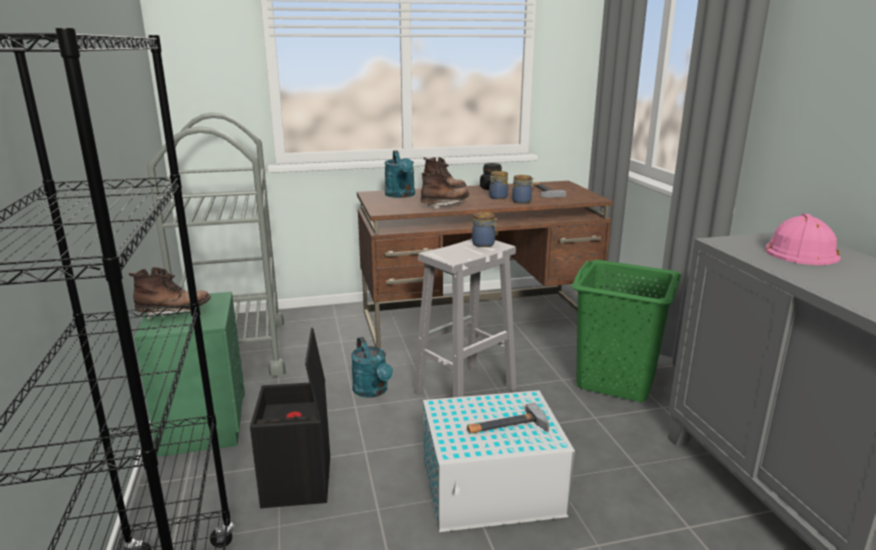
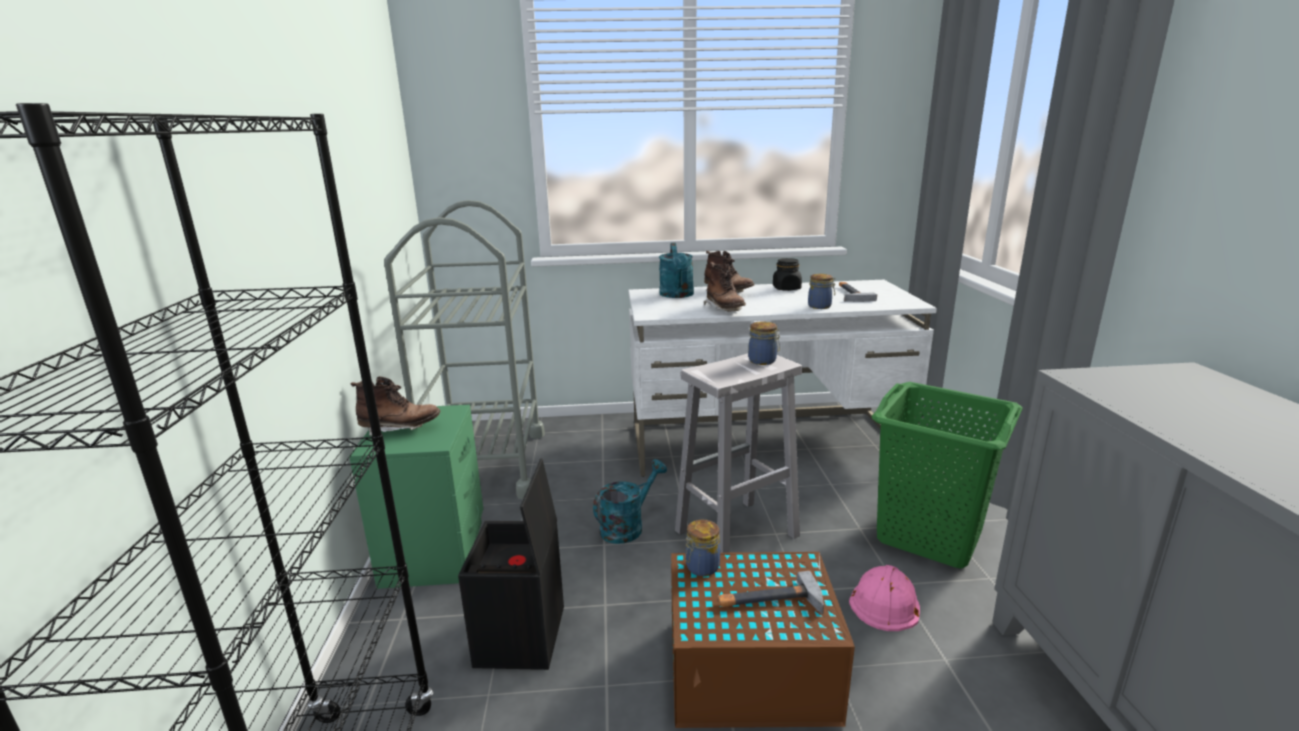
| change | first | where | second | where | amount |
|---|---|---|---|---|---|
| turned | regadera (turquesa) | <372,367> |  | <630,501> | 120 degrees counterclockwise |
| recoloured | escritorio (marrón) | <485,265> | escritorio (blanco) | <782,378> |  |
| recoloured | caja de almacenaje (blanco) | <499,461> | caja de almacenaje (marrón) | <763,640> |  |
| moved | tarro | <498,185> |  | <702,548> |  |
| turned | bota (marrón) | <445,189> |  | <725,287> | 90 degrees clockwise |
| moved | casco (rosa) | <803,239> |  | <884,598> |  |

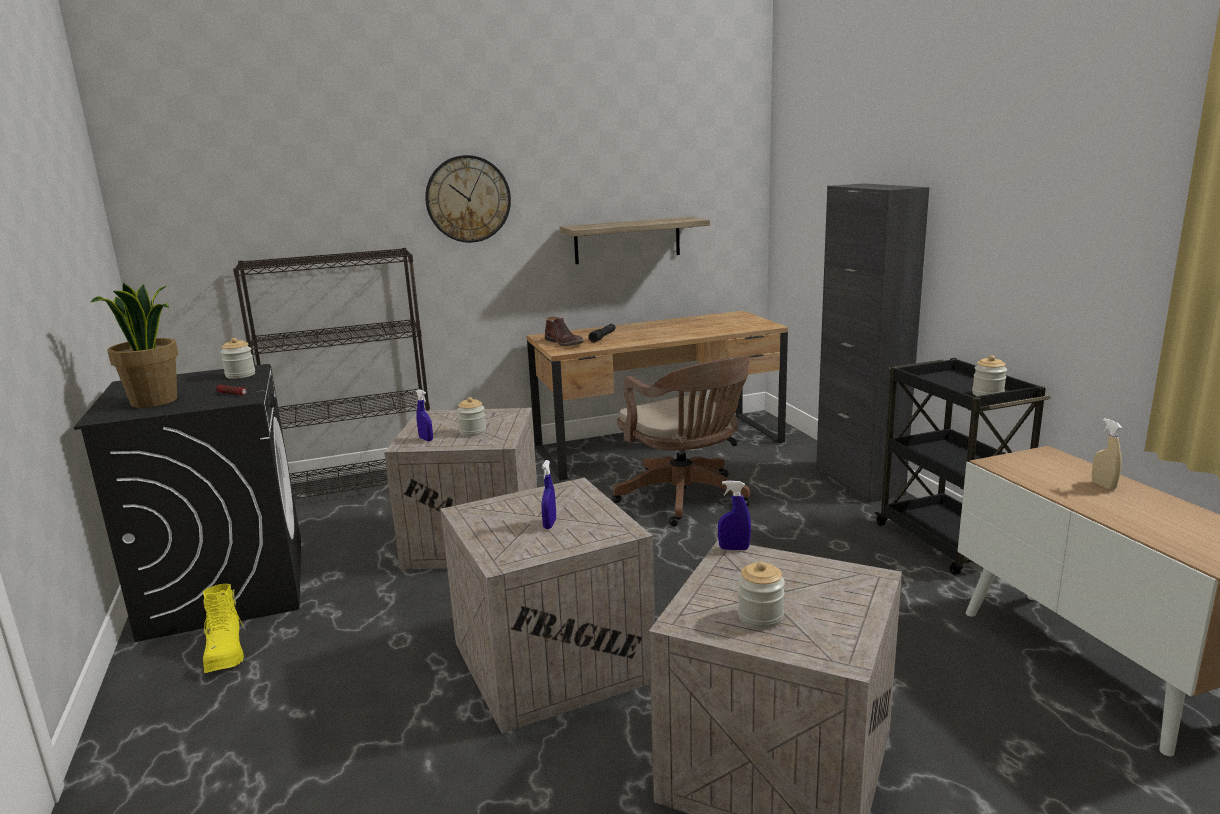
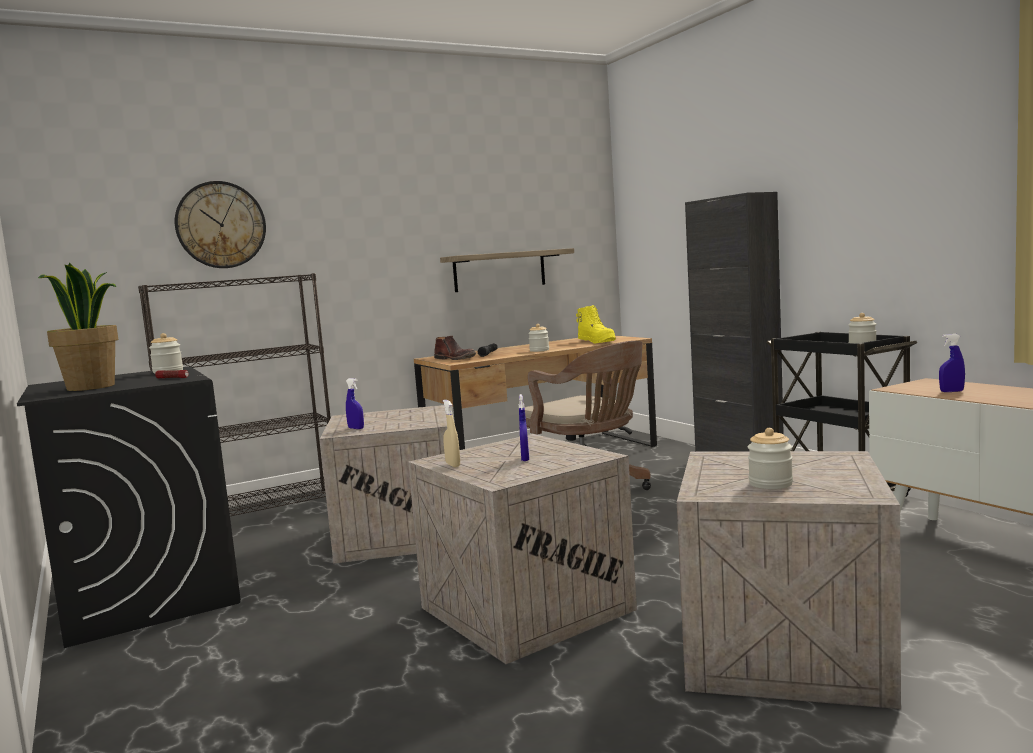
| change | first | where | second | where | amount |
|---|---|---|---|---|---|
| moved | reloj de pared | <468,199> |  | <220,224> |  |
| moved | pulverizador (beis) | <1107,454> |  | <451,433> |  |
| moved | tarro | <471,416> |  | <538,338> |  |
| moved | bota (amarillo) | <224,628> |  | <596,324> |  |
| moved | pulverizador (azul) | <734,515> |  | <952,363> |  |

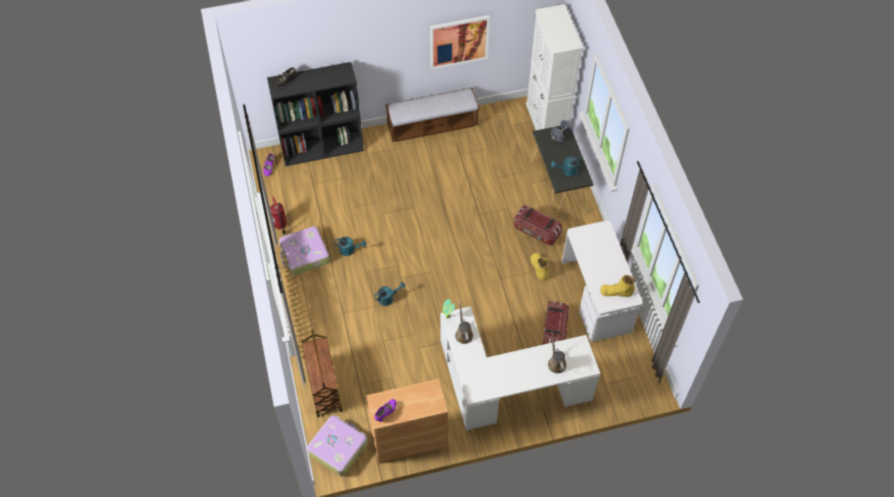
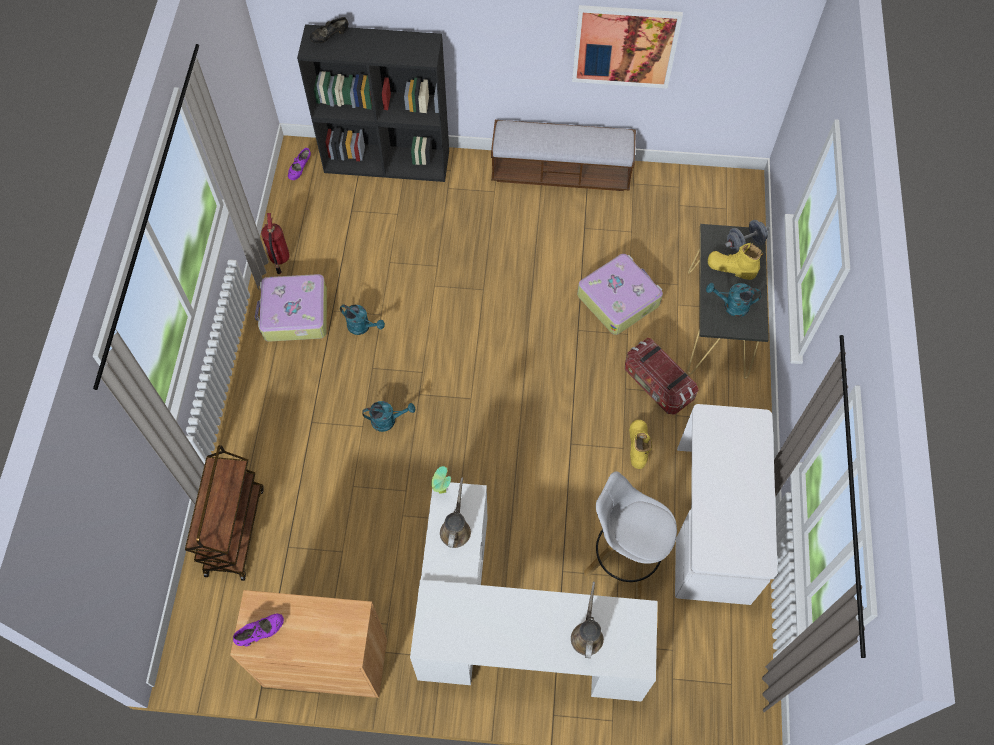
| change | first | where | second | where | amount |
|---|---|---|---|---|---|
| moved | maleta | <337,445> |  | <620,294> |  |
| replaced | caja de almacenaje | <556,323> | taburete (blanco) | <630,535> |  |
| moved | bota (amarillo) | <618,286> |  | <735,261> |  |
| removed | armario (blanco) | <554,67> |  |  |  |

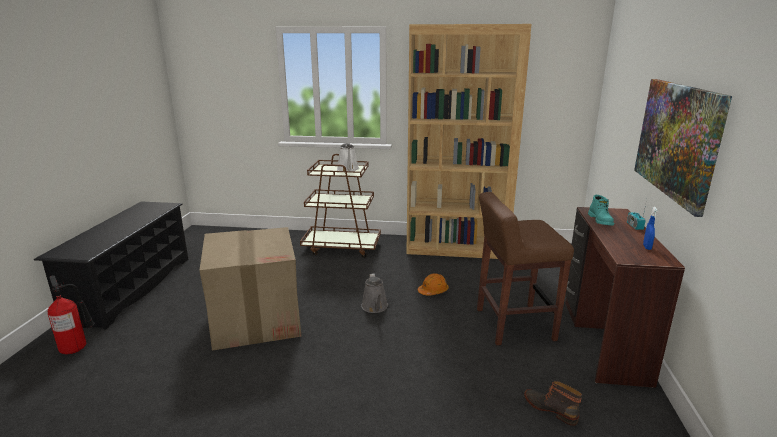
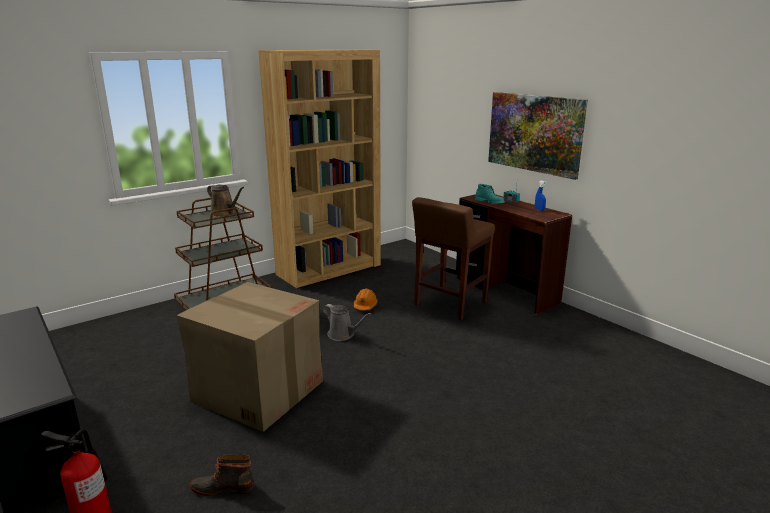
| change | first | where | second | where | amount |
|---|---|---|---|---|---|
| moved | bota | <553,403> |  | <222,475> |  |
| recoloured | regadera (blanco) | <348,157> | regadera (marrón) | <225,200> |  |

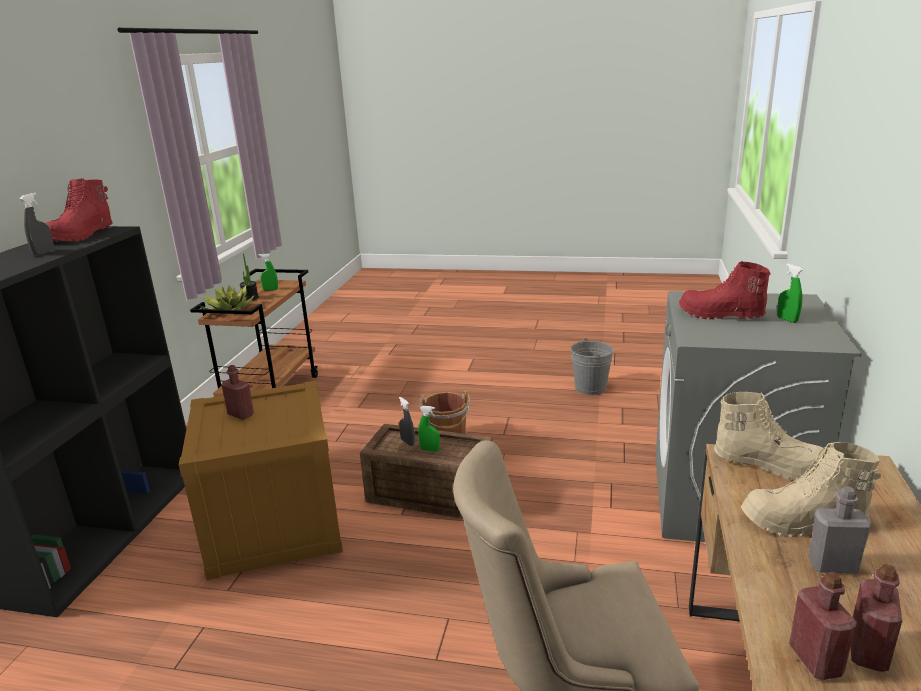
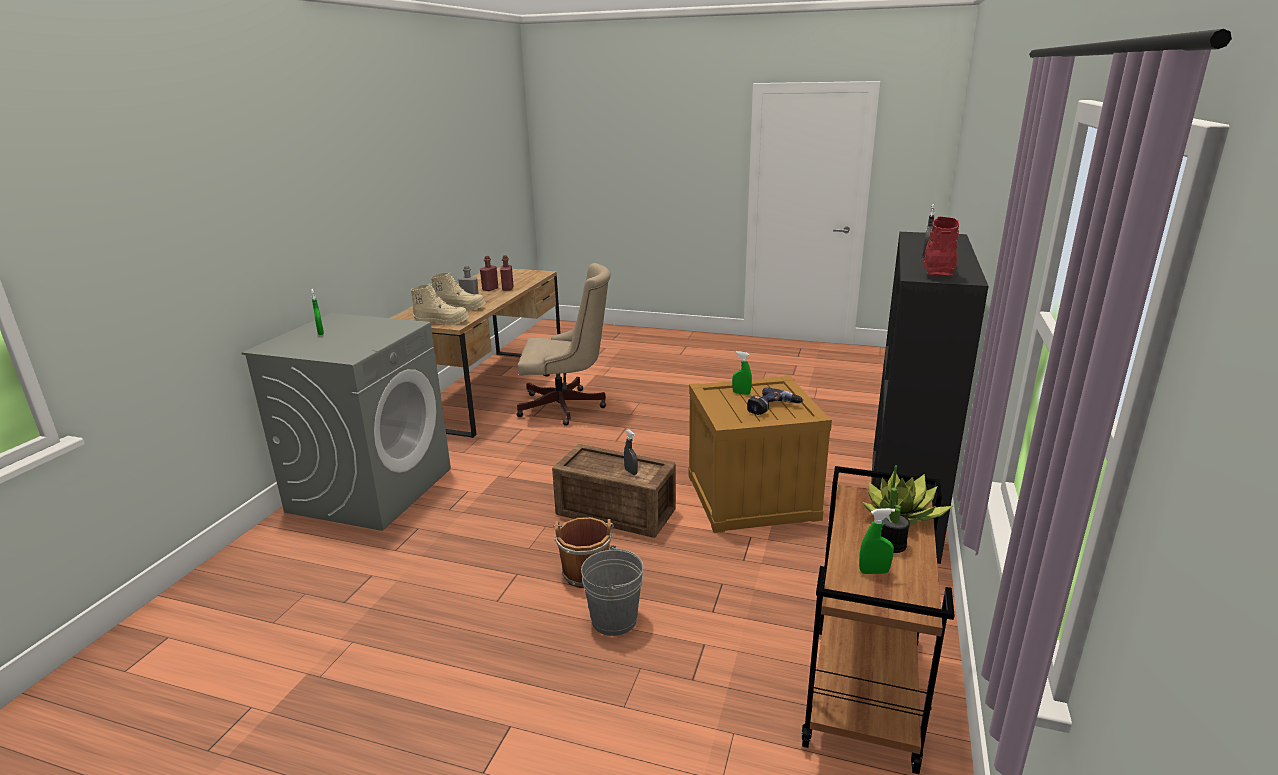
| change | first | where | second | where | amount |
|---|---|---|---|---|---|
| turned | bota (beis) | <769,436> |  | <439,305> | 150 degrees clockwise |
| moved | cubo (gris) | <592,366> |  | <612,590> |  |
| moved | pulverizador (verde) | <429,429> |  | <742,373> |  |
| replaced | botella (rojo) | <238,392> | taladro | <775,401> |  |
| removed | bota (rojo) | <725,290> |  |  |  |

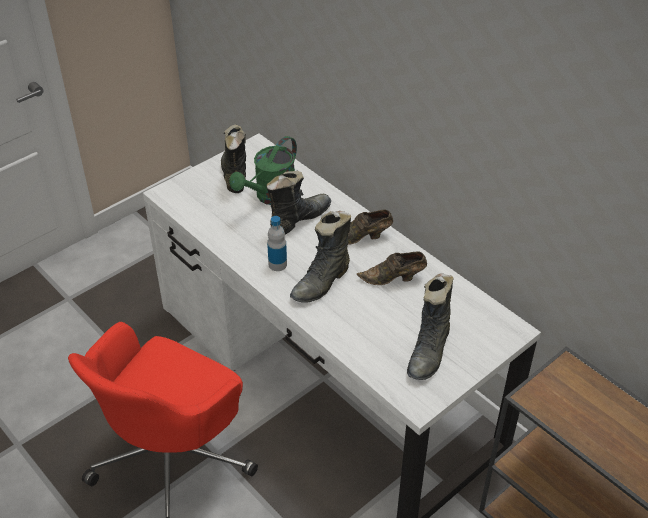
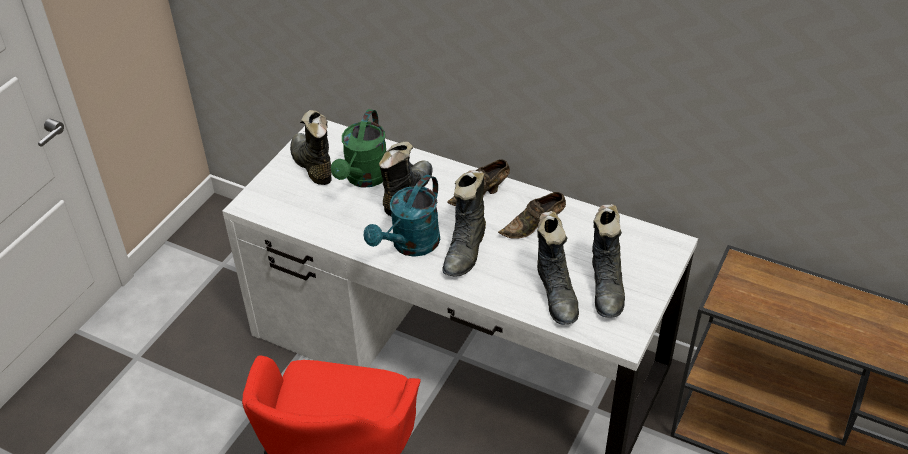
| change | first | where | second | where | amount |
|---|---|---|---|---|---|
| replaced | botella | <277,243> | regadera (turquesa) | <402,216> |  |
| added |  |  | bota (negro) | <558,268> |  |

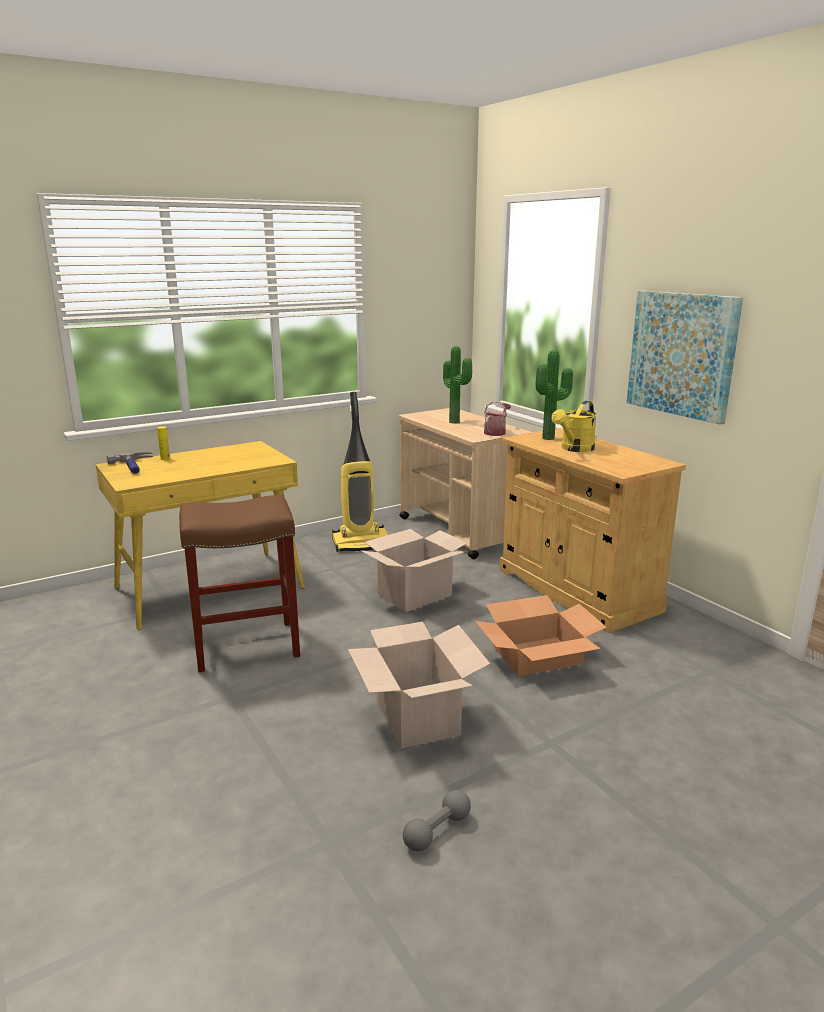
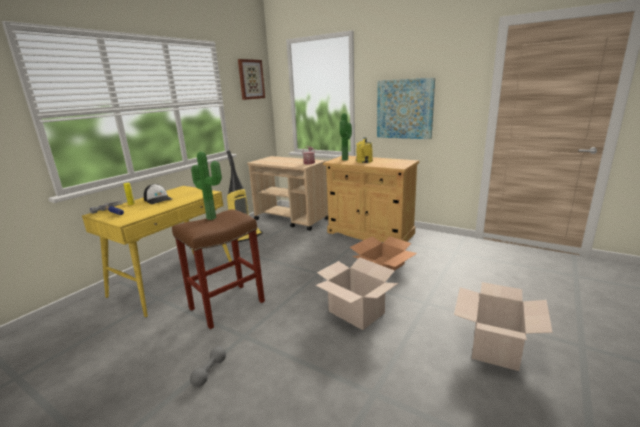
| change | first | where | second | where | amount |
|---|---|---|---|---|---|
| added |  |  | gorra | <158,194> |  |
| moved | mancuerna (gris) | <437,820> |  | <208,366> |  |
| moved | planta en maceta | <457,385> |  | <206,186> |  |
| added |  |  | cuadro | <251,79> |  |
| moved | caja de cartón | <415,570> |  | <503,326> |  |

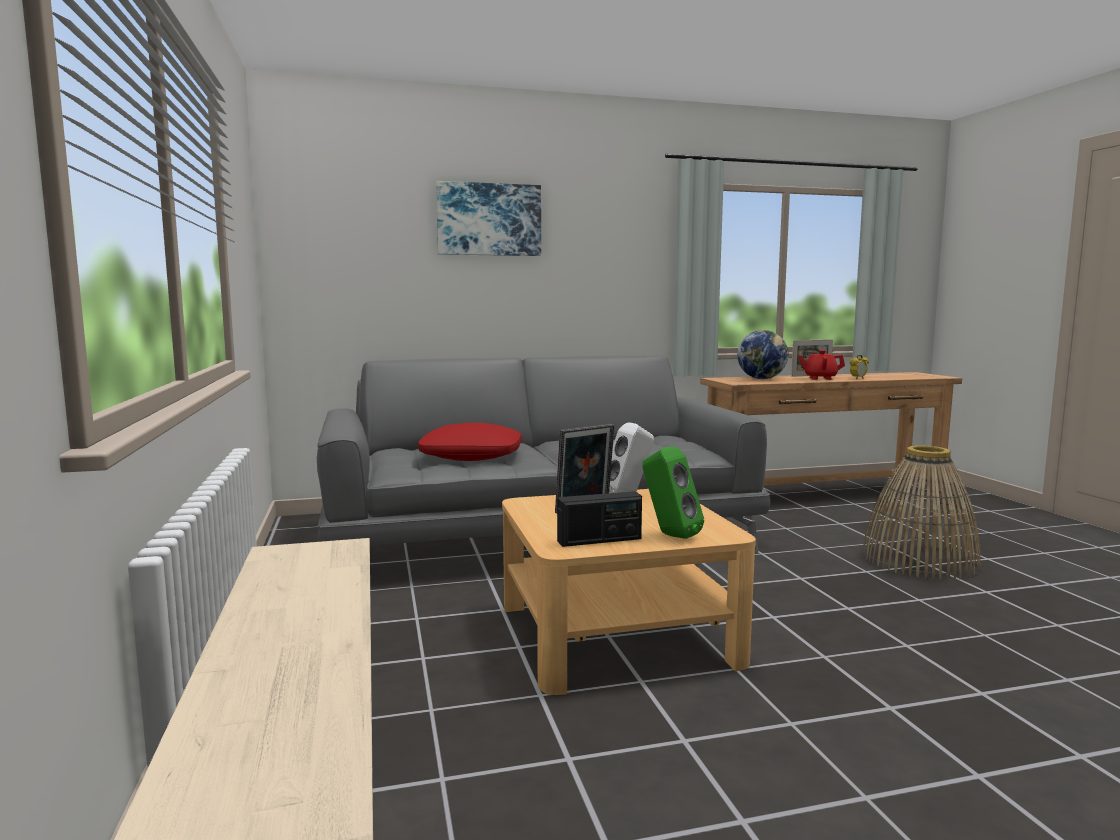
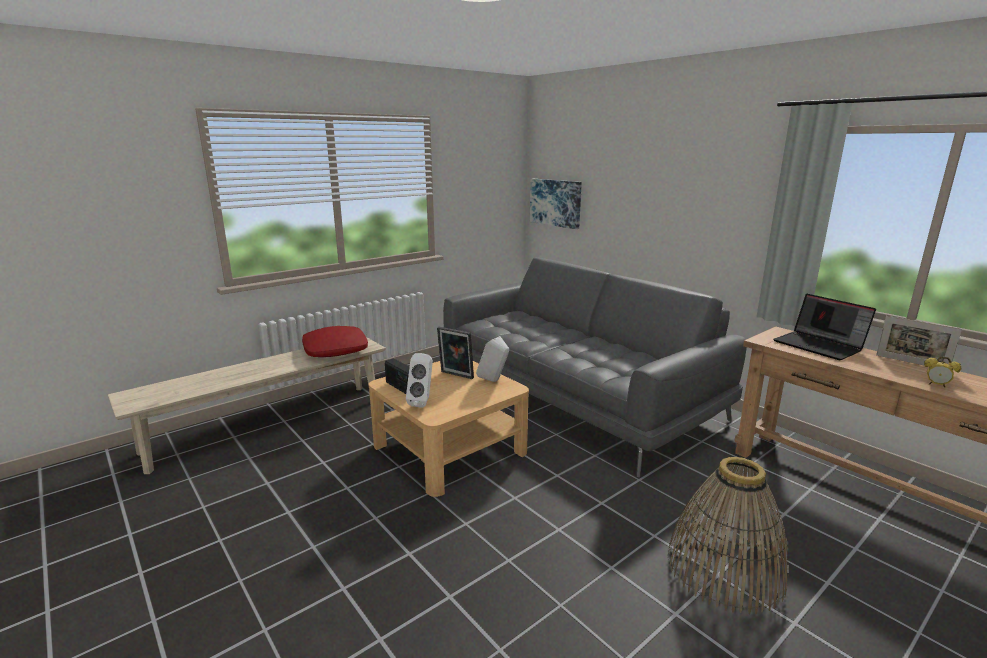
| change | first | where | second | where | amount |
|---|---|---|---|---|---|
| moved | cojín (rojo) | <470,442> |  | <335,341> |  |
| recoloured | altavoz (verde) | <673,492> | altavoz (blanco) | <419,380> |  |
| moved | cuadro | <488,218> |  | <556,204> |  |
| replaced | globo terráqueo | <762,354> | portátil | <824,327> |  |
| removed | tetera (rojo) | <821,365> |  |  |  |

